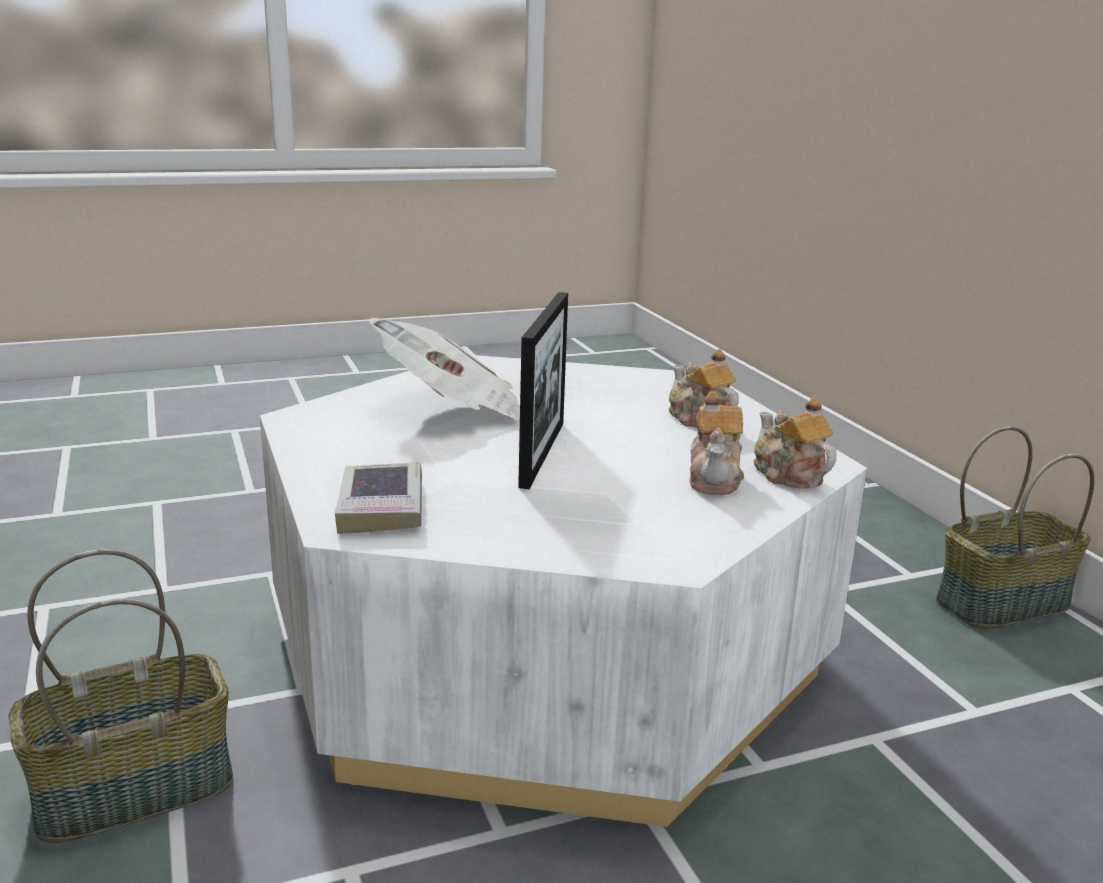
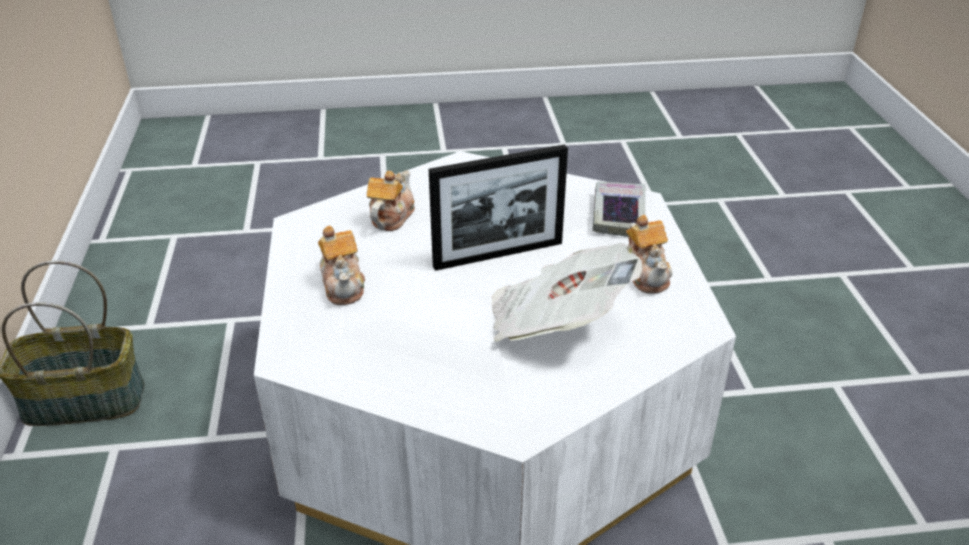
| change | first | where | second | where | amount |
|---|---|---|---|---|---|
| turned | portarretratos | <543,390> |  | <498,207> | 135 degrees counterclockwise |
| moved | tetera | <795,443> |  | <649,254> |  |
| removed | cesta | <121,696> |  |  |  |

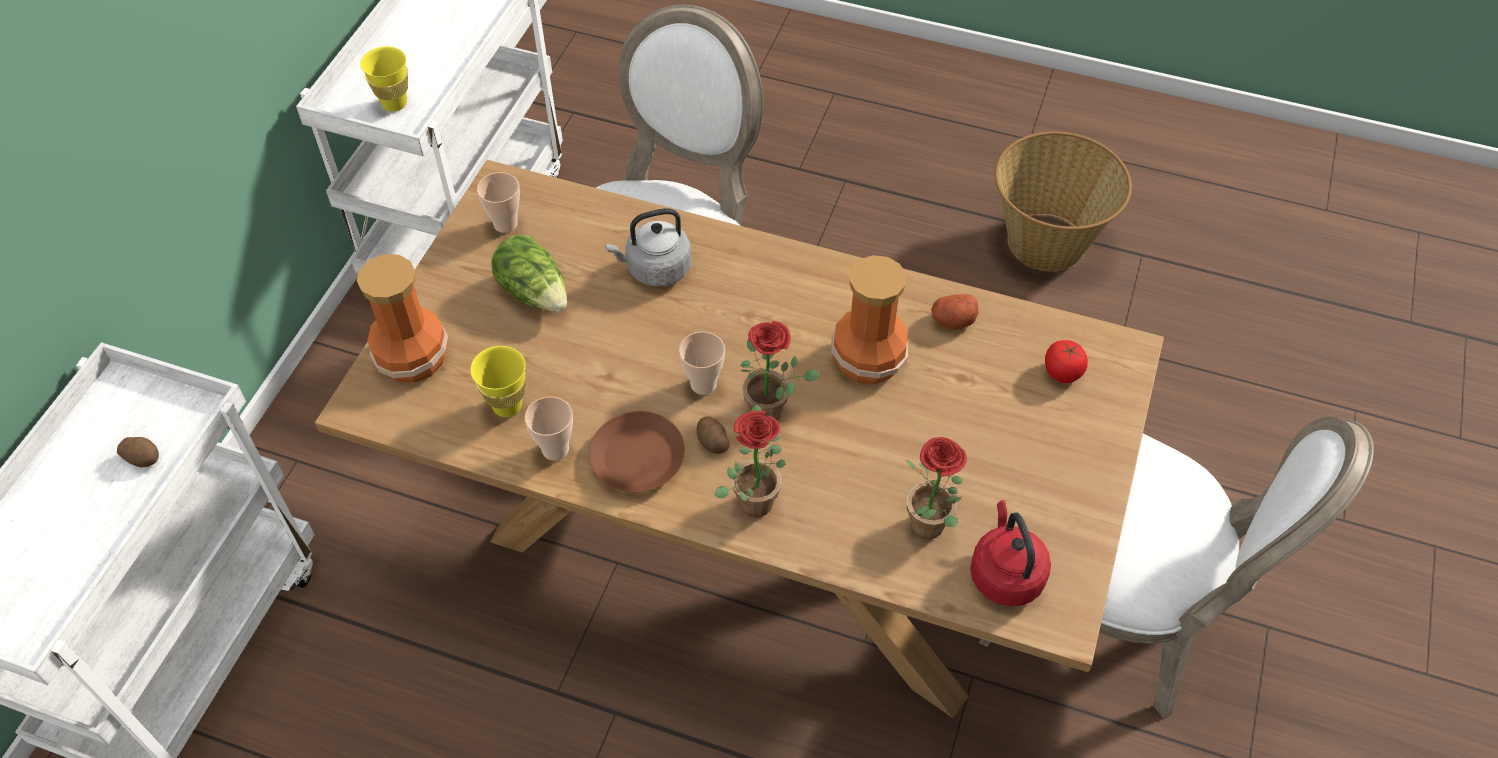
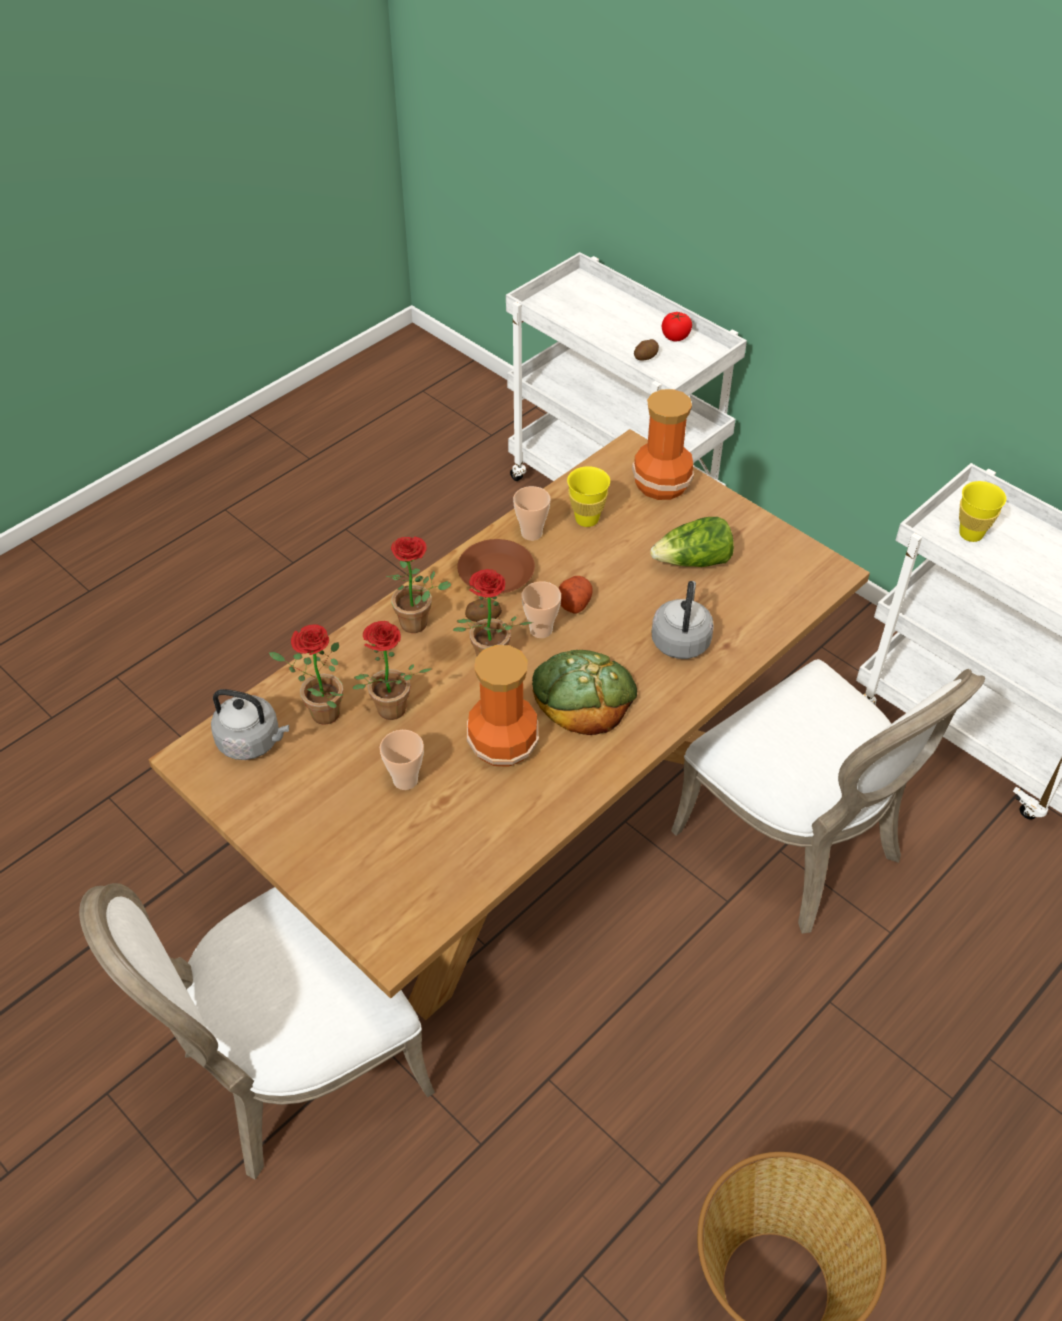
| change | first | where | second | where | amount |
|---|---|---|---|---|---|
| recoloured | hervidor (rojo) | <1010,553> | hervidor (gris) | <250,724> |  |
| added |  |  | planta en maceta | <392,670> |  |
| moved | taza | <498,202> |  | <402,760> |  |
| added |  |  | pan | <584,692> |  |
| moved | patata | <955,312> |  | <576,595> |  |
| moved | tomate | <1066,361> |  | <677,326> |  |

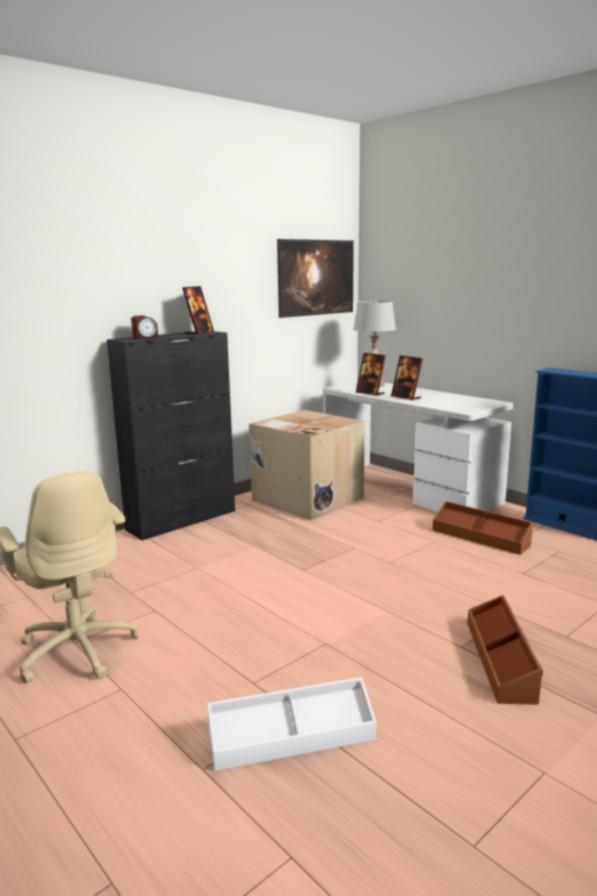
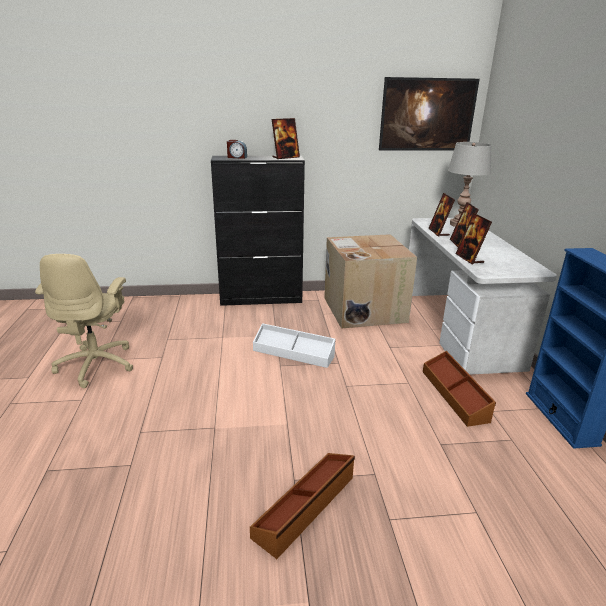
| change | first | where | second | where | amount |
|---|---|---|---|---|---|
| moved | caja de almacenaje (blanco) | <291,724> |  | <294,345> |  |
| added |  |  | portarretratos | <474,238> |  |

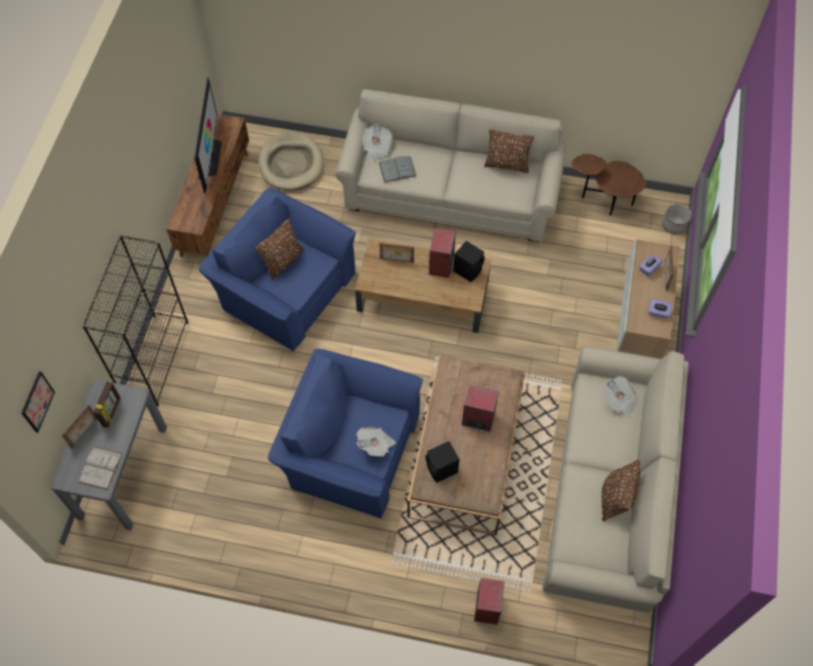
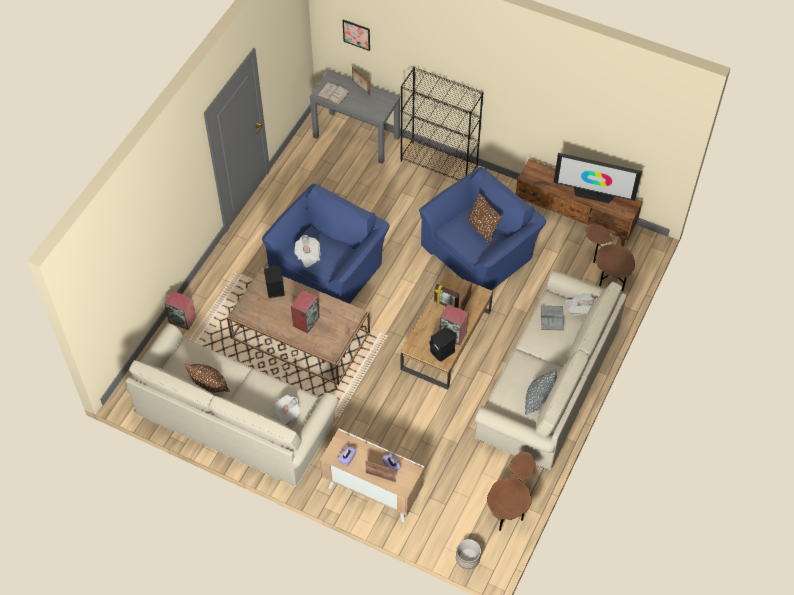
| change | first | where | second | where | amount |
|---|---|---|---|---|---|
| moved | portarretratos | <107,405> |  | <446,296> |  |
| recoloured | cojín (marrón) | <509,151> | cojín (gris) | <541,392> |  |
| replaced | cama para perro (beis) | <291,161> | mesa auxiliar (marrón) | <610,257> |  |

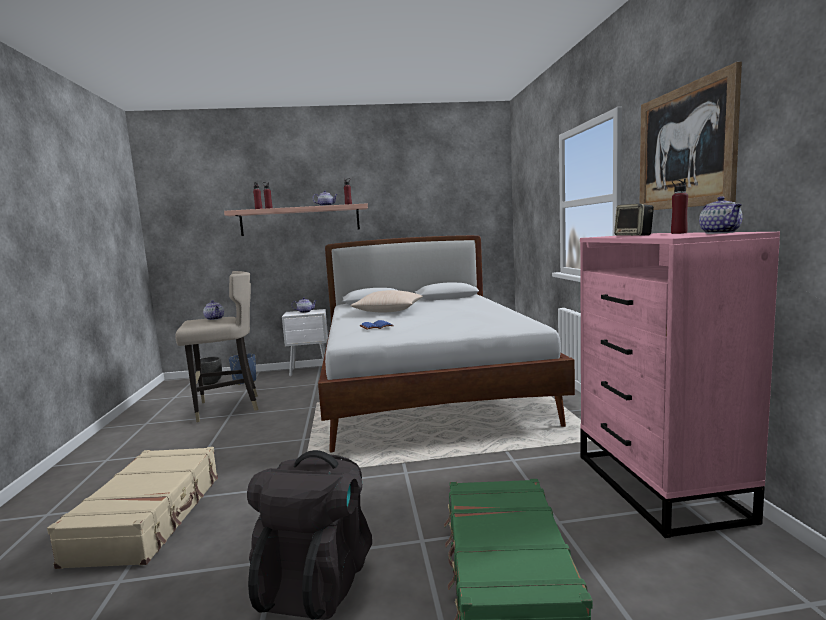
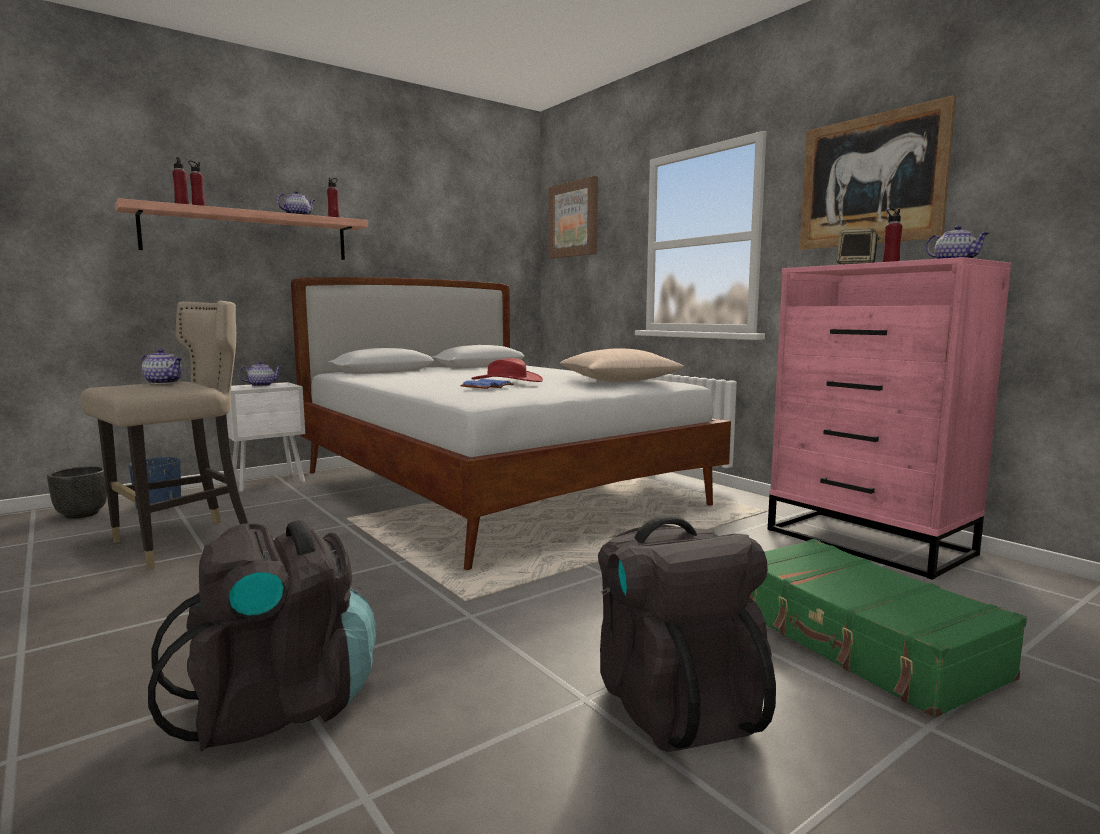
| change | first | where | second | where | amount |
|---|---|---|---|---|---|
| replaced | maleta (beis) | <132,508> | mochila (negro) | <262,635> |  |
| added |  |  | sombrero (rojo) | <507,370> |  |
| added |  |  | cuadro | <573,217> |  |
| moved | cojín (beis) | <386,301> |  | <622,365> |  |

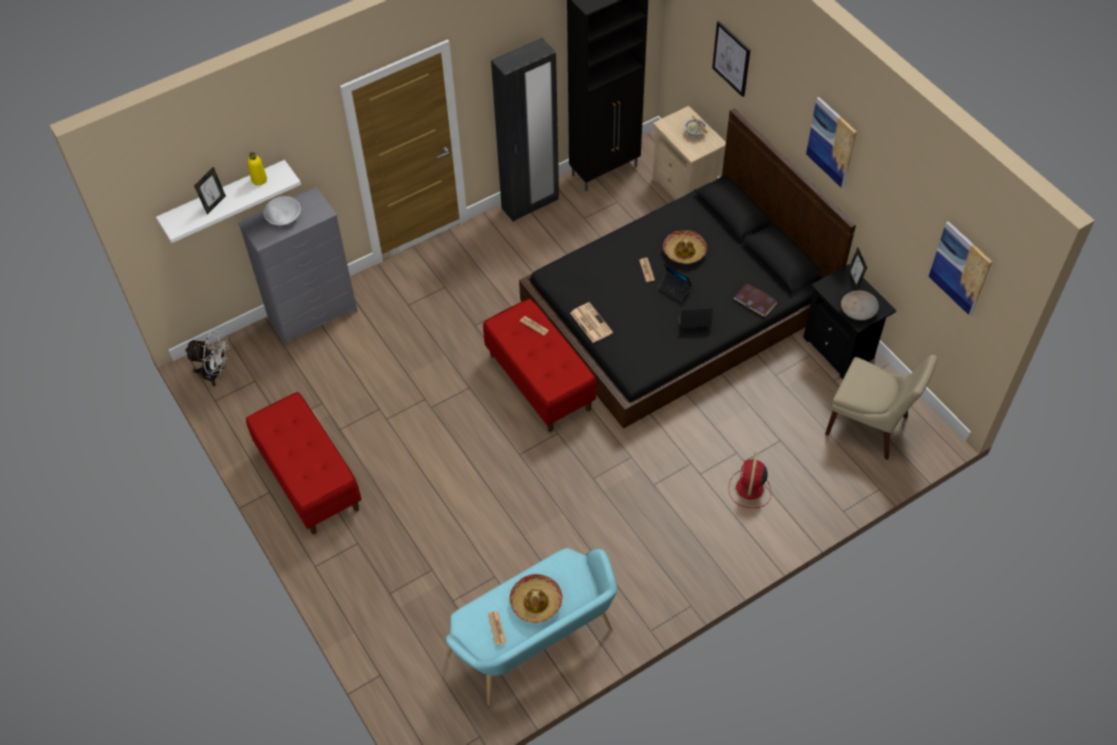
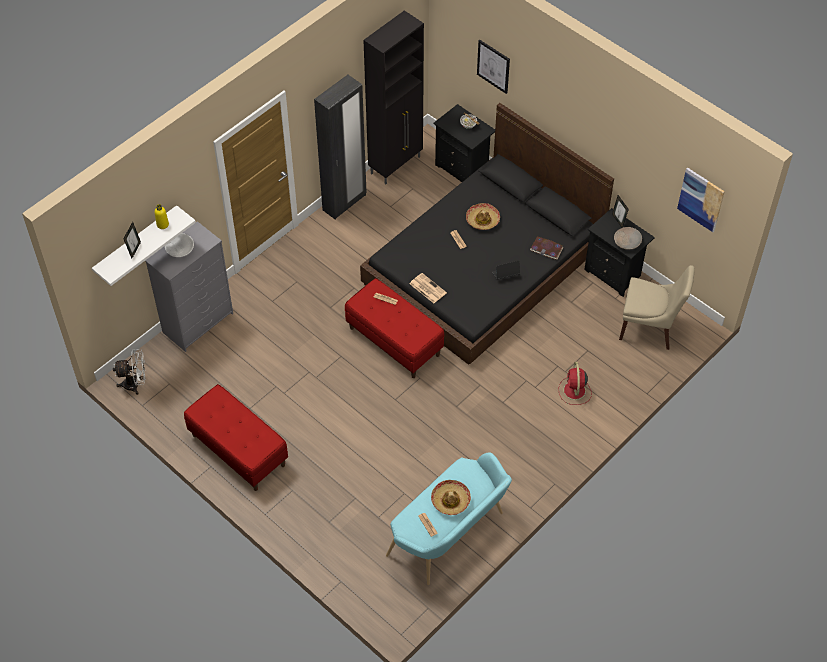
| change | first | where | second | where | amount |
|---|---|---|---|---|---|
| recoloured | mesita de noche (beis) | <689,153> | mesita de noche (negro) | <464,143> |  |
| removed | portátil | <674,283> |  |  |  |
| removed | cuadro | <831,142> |  |  |  |

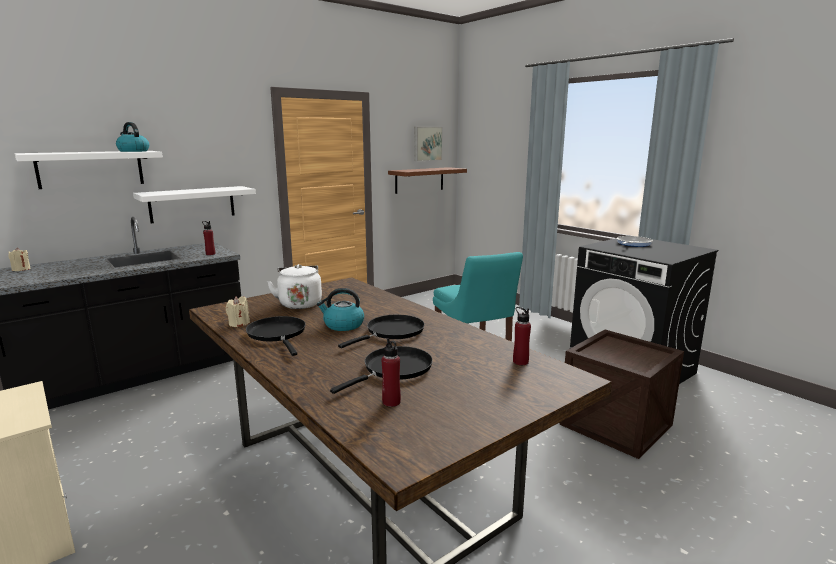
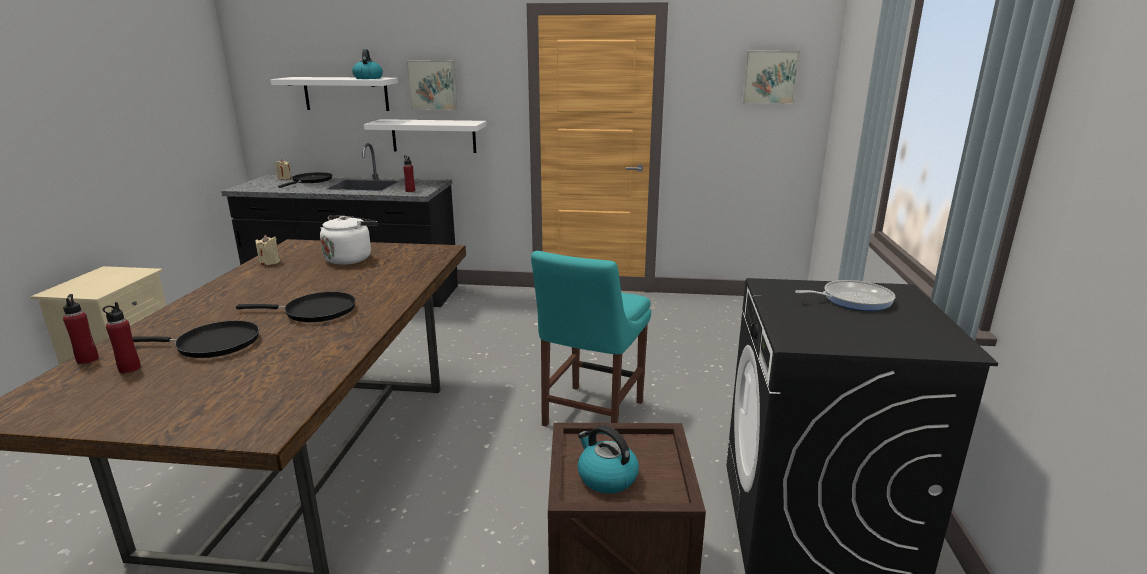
| change | first | where | second | where | amount |
|---|---|---|---|---|---|
| moved | botella (rojo) | <522,336> |  | <81,329> |  |
| moved | sartén (negro) | <276,336> |  | <305,180> |  |
| added |  |  | cuadro | <432,85> |  |
| moved | hervidor | <340,309> |  | <608,459> |  |
| removed | estante (marrón) | <427,180> |  |  |  |

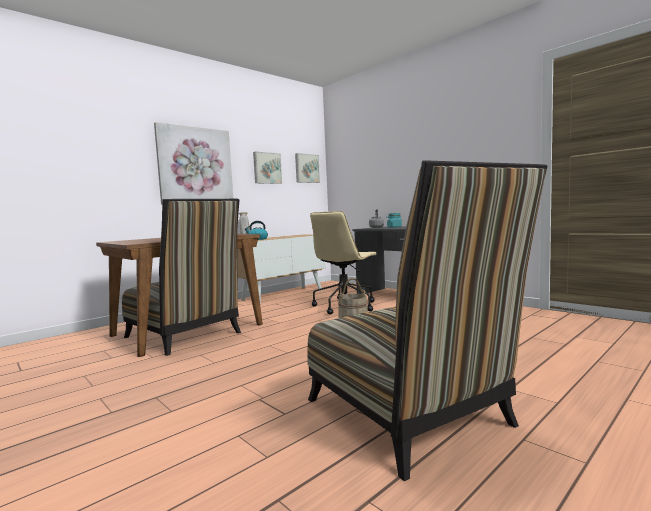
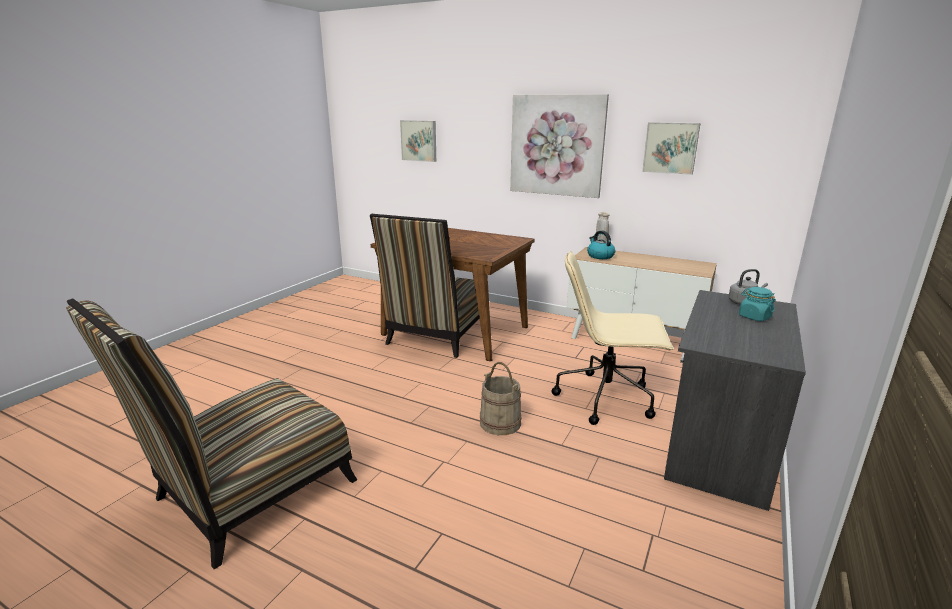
| change | first | where | second | where | amount |
|---|---|---|---|---|---|
| moved | cuadro | <307,168> |  | <418,141> |  |

